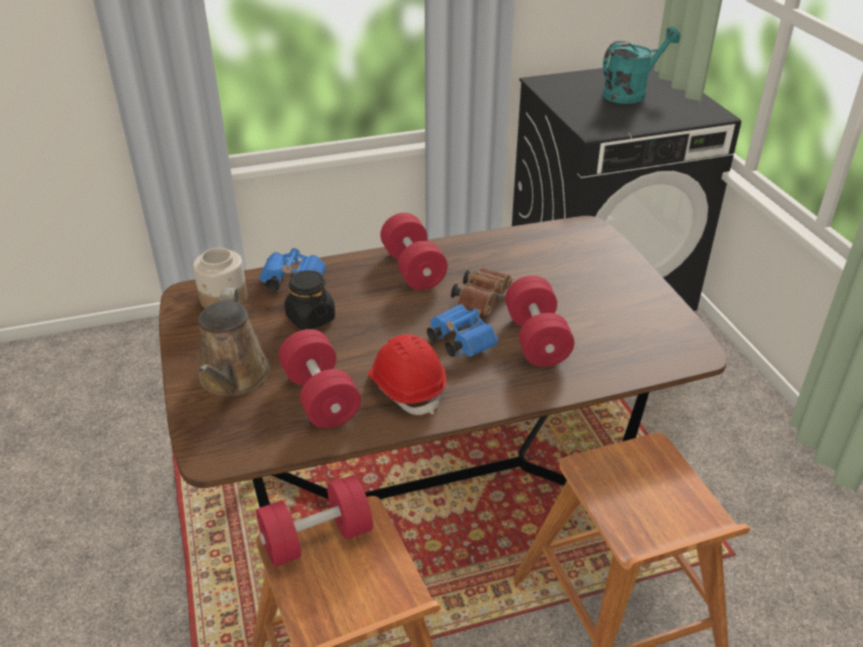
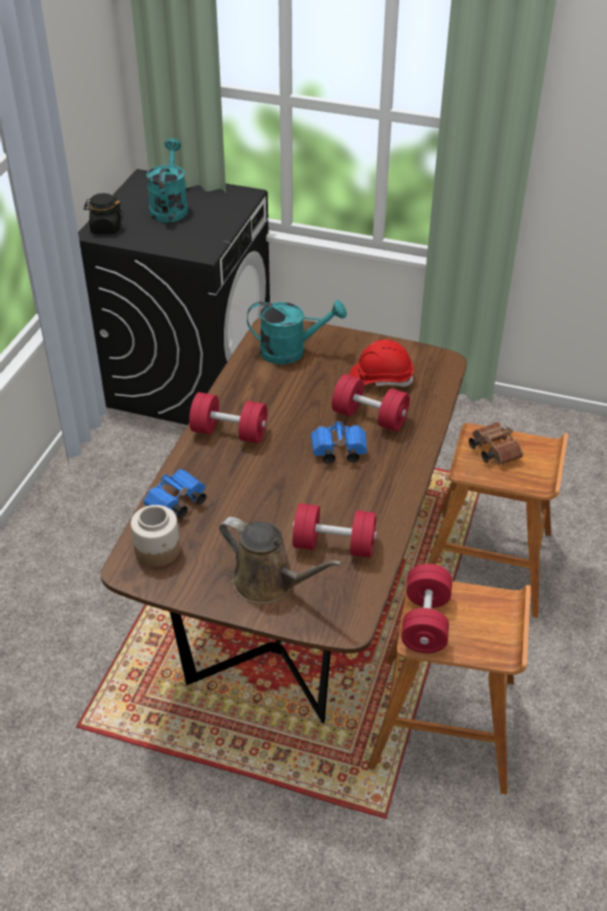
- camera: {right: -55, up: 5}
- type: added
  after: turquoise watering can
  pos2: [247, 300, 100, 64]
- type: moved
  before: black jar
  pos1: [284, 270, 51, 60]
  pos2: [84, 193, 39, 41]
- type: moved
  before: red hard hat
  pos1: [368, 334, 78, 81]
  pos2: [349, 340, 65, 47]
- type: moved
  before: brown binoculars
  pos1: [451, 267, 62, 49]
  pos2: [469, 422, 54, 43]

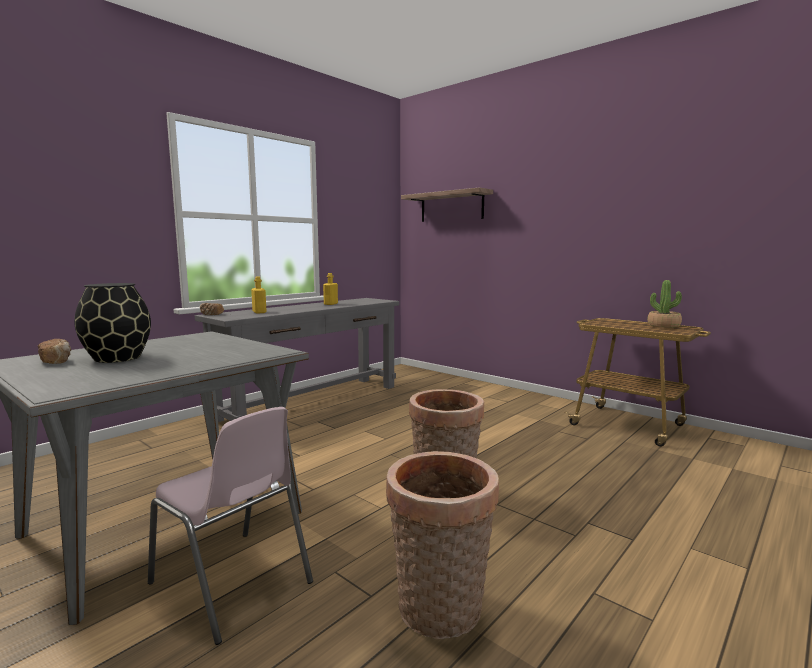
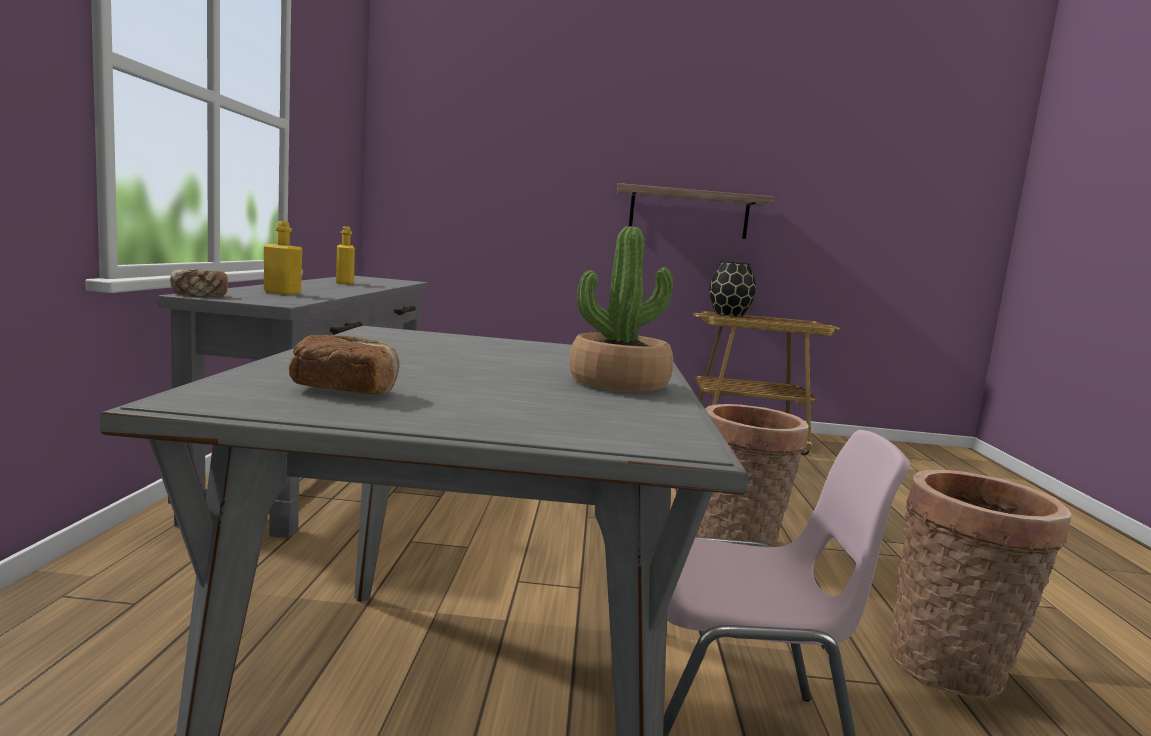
- camera: {right: -40, up: 0}
- type: moved
  before: black vase
  pos1: [74, 283, 77, 80]
  pos2: [709, 261, 47, 55]
- type: moved
  before: shelf
  pos1: [401, 187, 92, 35]
  pos2: [617, 183, 157, 56]
- type: moved
  before: potted plant
  pos1: [647, 280, 35, 48]
  pos2: [569, 226, 104, 167]

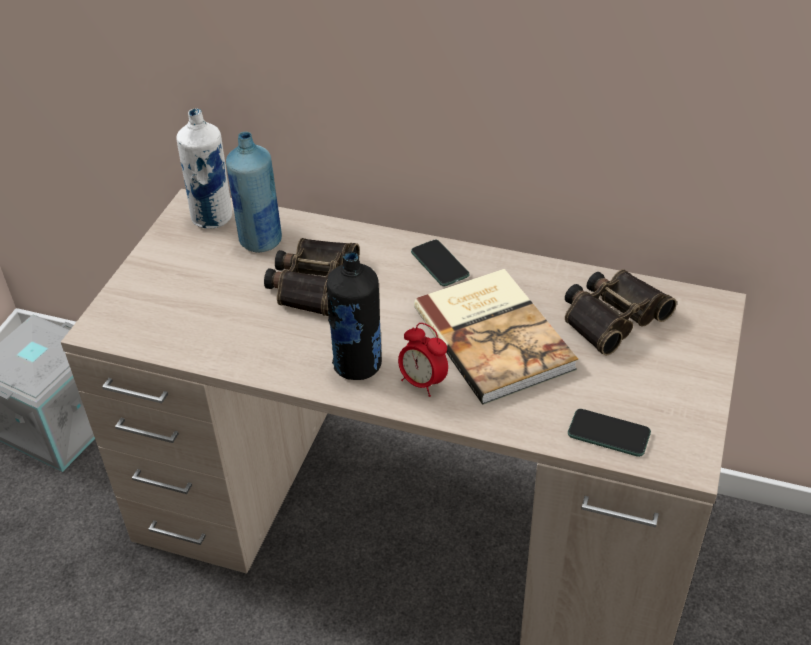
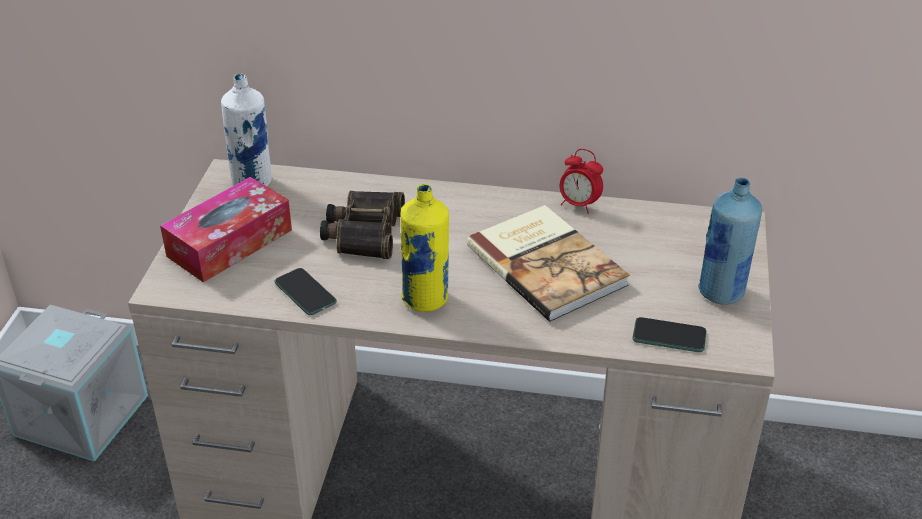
- camera: {right: -10, up: -5}
- type: removed
  before: binoculars
  pos1: [565, 269, 112, 87]
- type: added
  after: tissue box
  pos2: [160, 177, 132, 106]
- type: moved
  before: blue bottle
  pos1: [226, 132, 56, 121]
  pos2: [698, 178, 64, 127]
- type: moved
  before: alarm clock
  pos1: [398, 323, 50, 74]
  pos2: [560, 149, 43, 65]
- type: moved
  before: phone
  pos1: [411, 240, 59, 46]
  pos2: [274, 268, 63, 47]
- type: recoloured
  before: black bottle
  after: yellow bottle
  pos1: [327, 251, 55, 129]
  pos2: [400, 184, 49, 128]

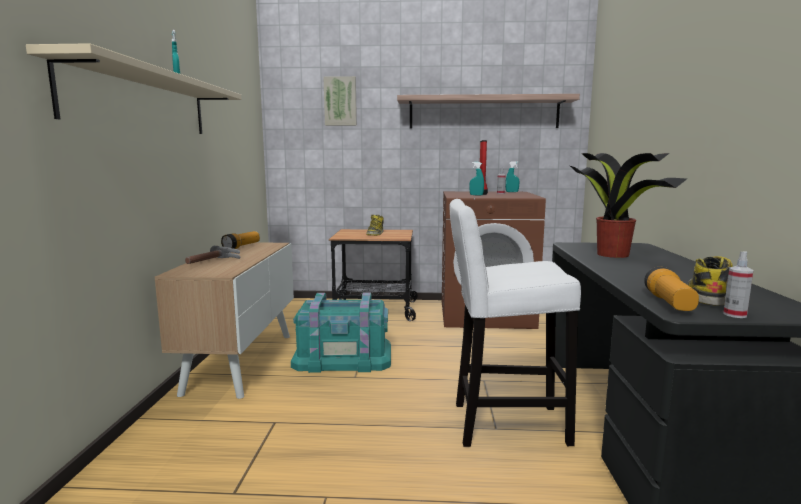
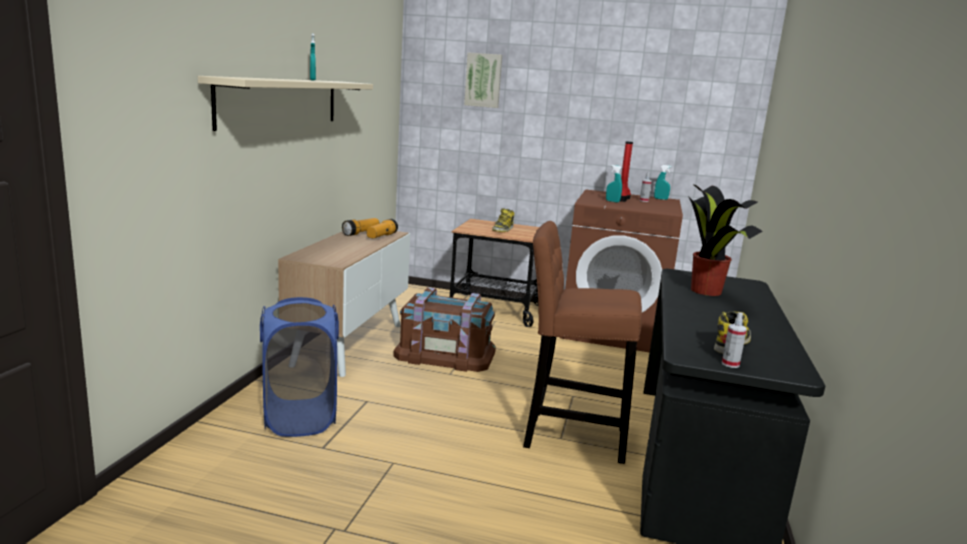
- camera: {right: 10, up: 5}
- type: removed
  before: hammer
  pos1: [185, 246, 55, 18]
- type: removed
  before: shelf
  pos1: [397, 94, 183, 34]
- type: added
  after: blue laundry basket
  pos2: [260, 297, 79, 140]
- type: moved
  before: flashlight
  pos1: [644, 267, 55, 44]
  pos2: [367, 219, 31, 19]
- type: recoloured
  before: turquoise storage box
  after: brown storage box
  pos1: [291, 293, 100, 80]
  pos2: [393, 287, 103, 85]
- type: recoloured
  before: white stool
  after: brown stool
  pos1: [450, 199, 131, 248]
  pos2: [523, 221, 119, 243]

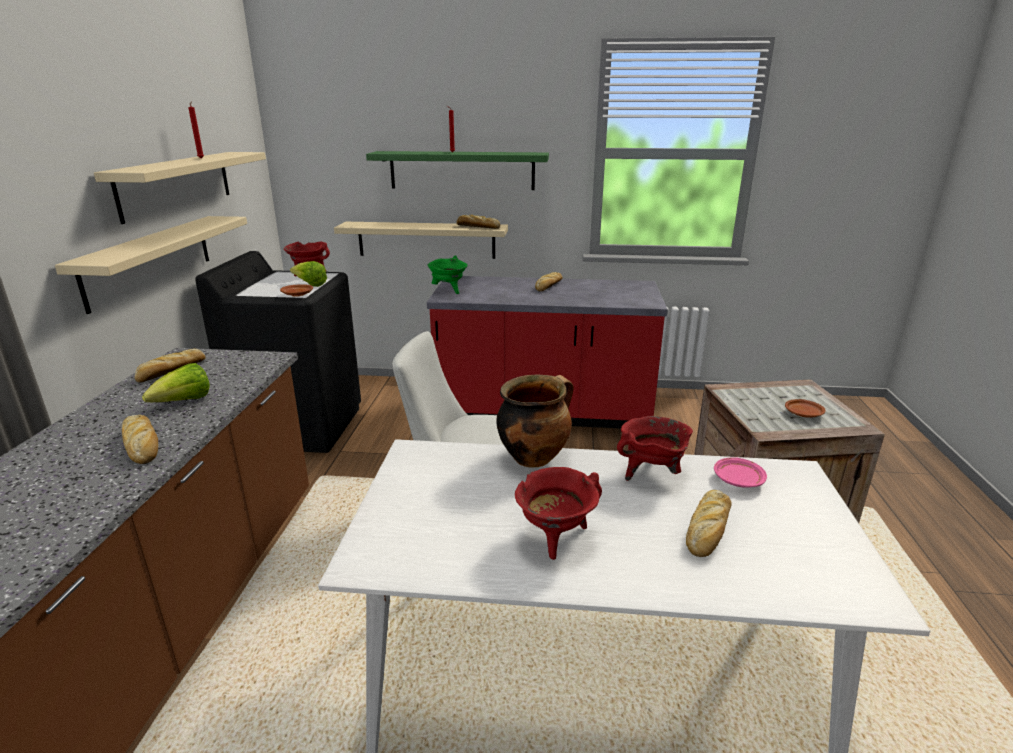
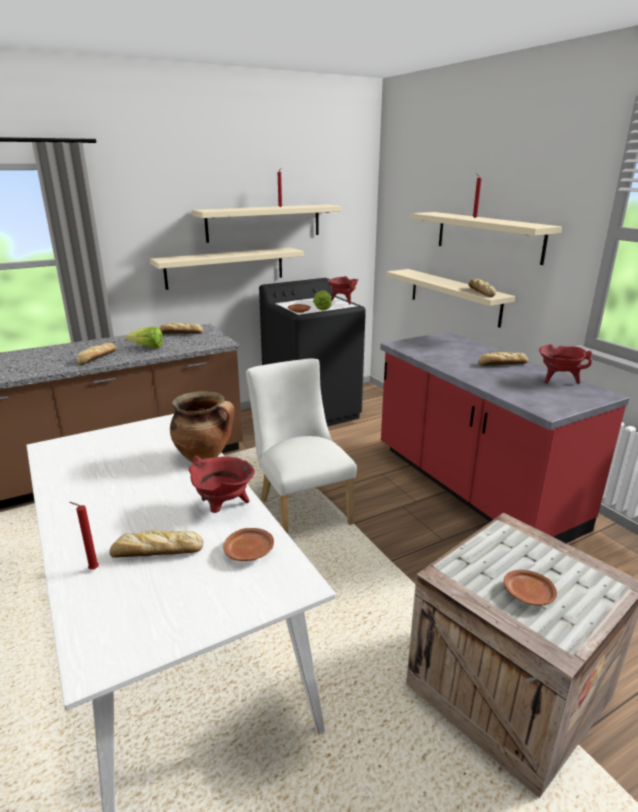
- camera: {right: 55, up: 0}
- type: removed
  before: green cooking pot
  pos1: [428, 255, 40, 39]
- type: added
  after: red candle
  pos2: [69, 502, 30, 68]
- type: moved
  before: red cooking pot
  pos1: [515, 467, 87, 93]
  pos2: [539, 344, 53, 40]
- type: recoloured
  before: green shelf
  after: beige shelf
  pos1: [366, 151, 183, 39]
  pos2: [410, 212, 152, 53]
- type: recoloured
  before: pink plate
  after: brown plate
  pos1: [714, 457, 53, 31]
  pos2: [223, 528, 51, 33]

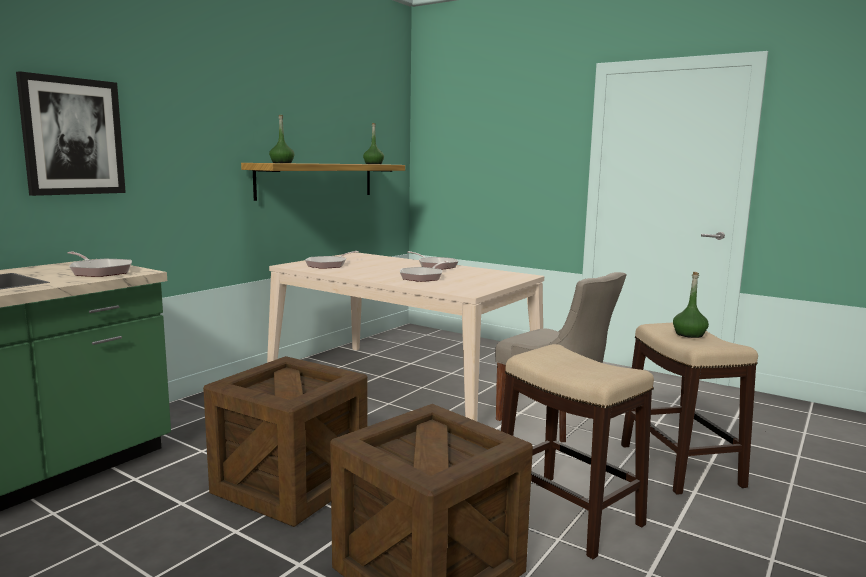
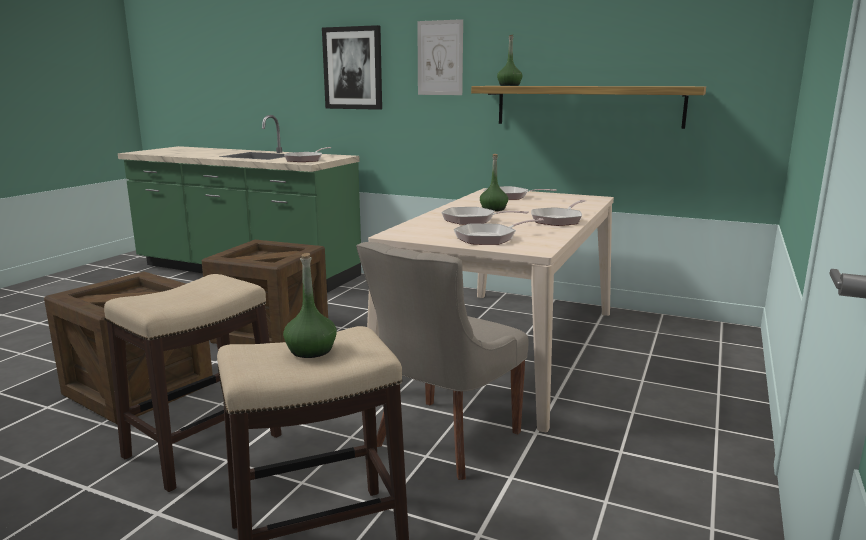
- camera: {right: 80, up: 5}
- type: added
  after: picture
  pos2: [417, 19, 46, 76]
- type: added
  after: frying pan
  pos2: [453, 218, 91, 27]
- type: moved
  before: green bottle
  pos1: [363, 123, 21, 41]
  pos2: [480, 154, 28, 57]

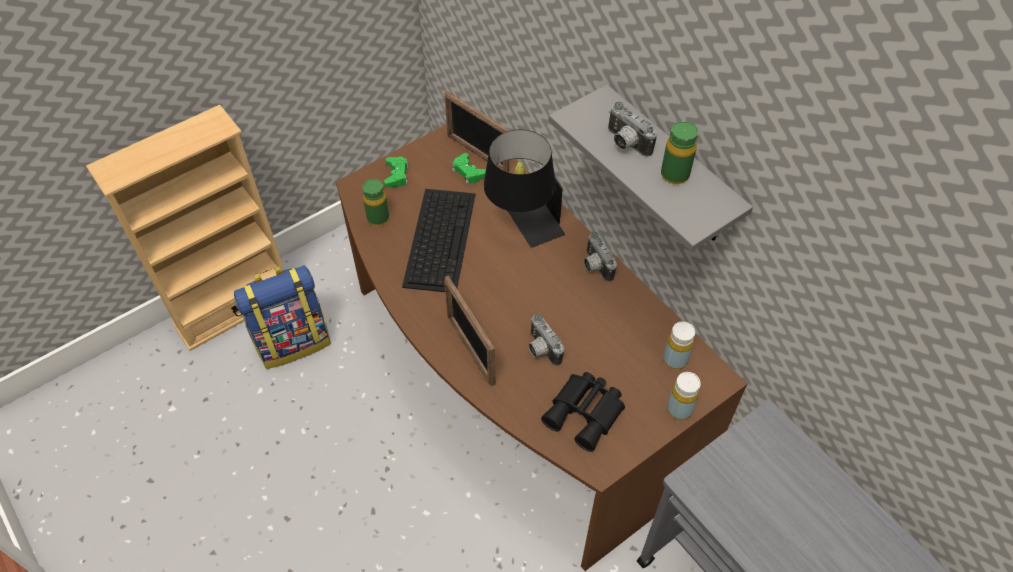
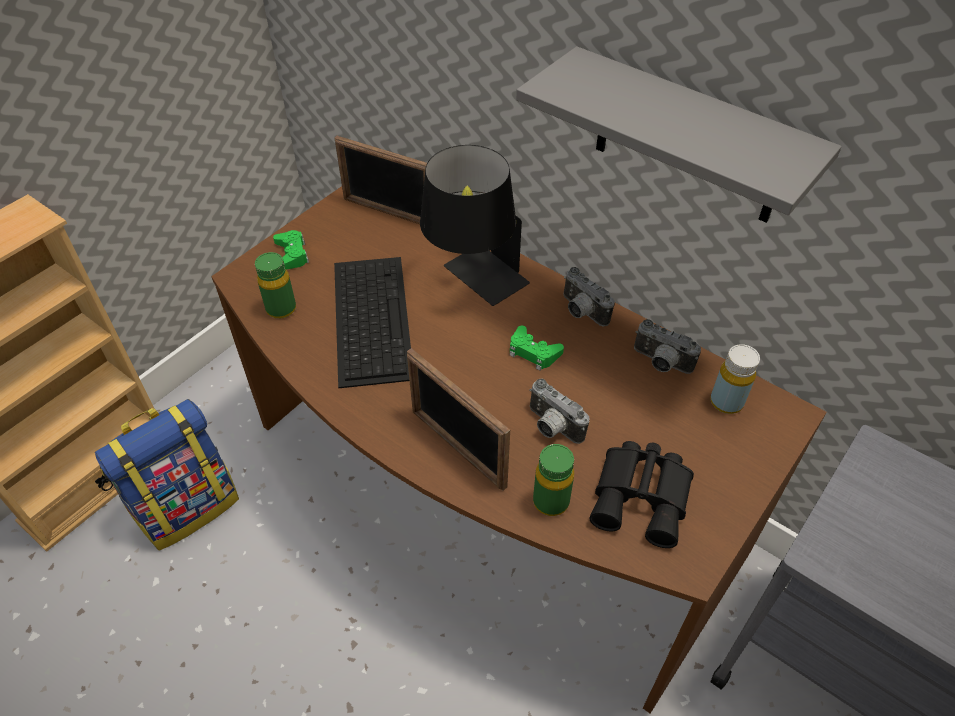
- camera: {right: -15, up: -5}
- type: removed
  before: yellow bottle
  pos1: [667, 372, 34, 48]
- type: moved
  before: green game controller
  pos1: [452, 153, 34, 31]
  pos2: [510, 326, 54, 45]
- type: moved
  before: photo camera
  pos1: [608, 102, 49, 55]
  pos2: [634, 319, 67, 55]
- type: moved
  before: green bottle
  pos1: [661, 121, 37, 63]
  pos2: [533, 444, 41, 72]

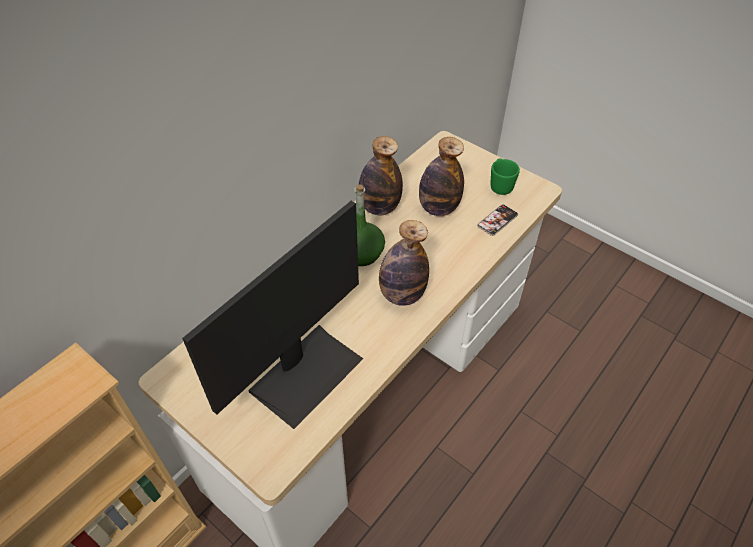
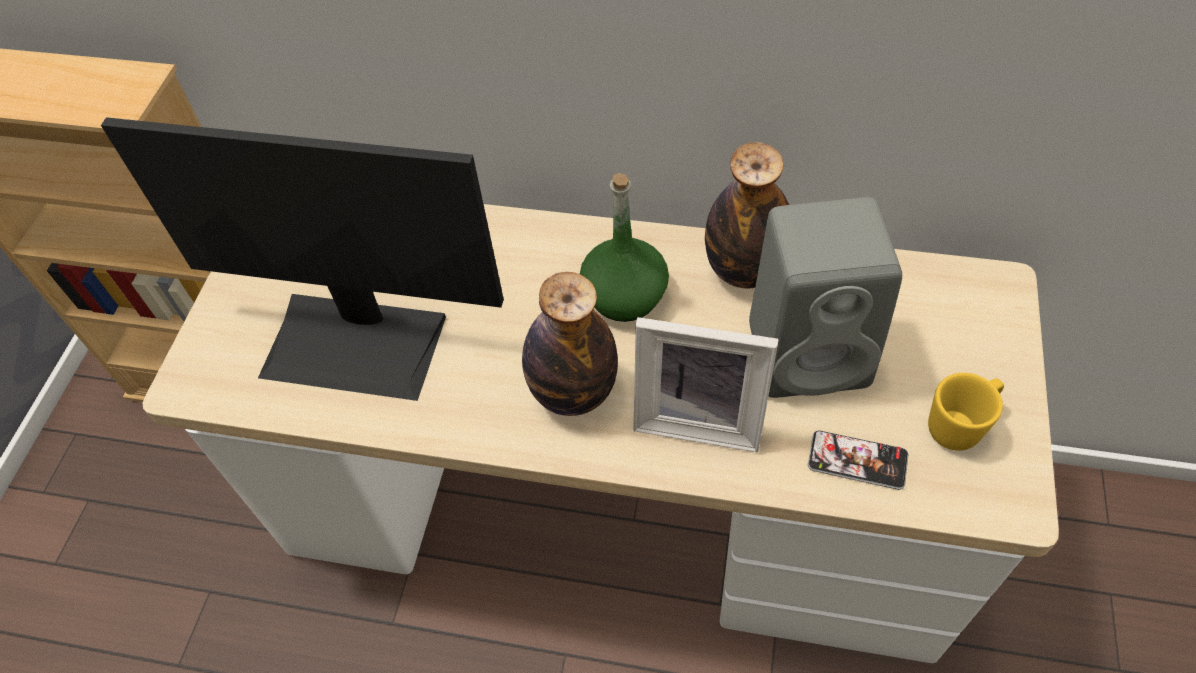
- camera: {right: 65, up: 5}
- type: added
  after: picture frame
  pos2: [633, 317, 145, 135]
- type: replaced
  before: bottle
  after: grey speaker
  pos1: [419, 137, 45, 79]
  pos2: [749, 197, 153, 201]
- type: recoloured
  before: green mug
  after: yellow mug
  pos1: [491, 158, 29, 37]
  pos2: [928, 373, 76, 78]

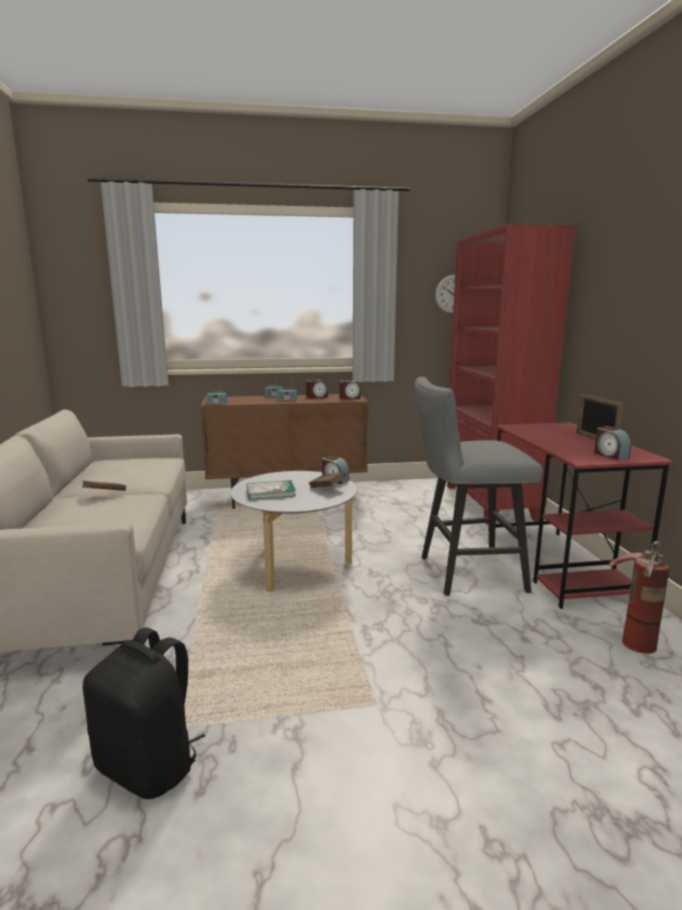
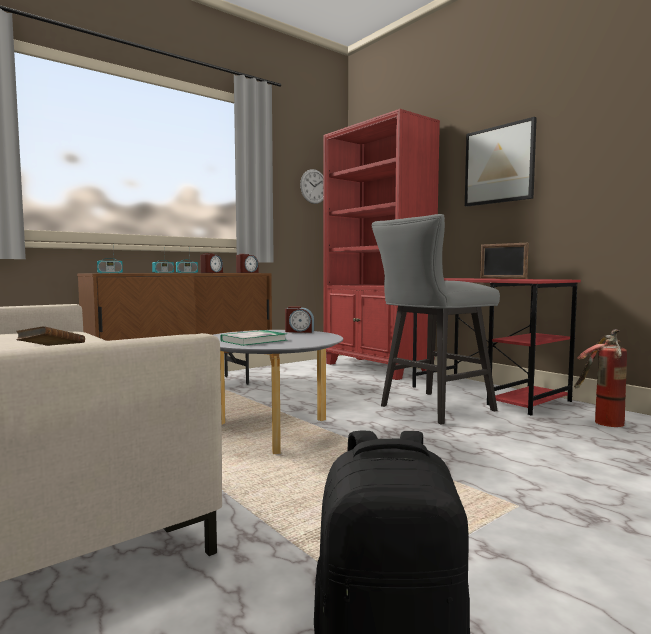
- camera: {right: -30, up: -10}
- type: removed
  before: brown book
  pos1: [309, 472, 37, 16]
- type: removed
  before: alarm clock
  pos1: [594, 426, 37, 34]
- type: added
  after: picture
  pos2: [465, 117, 72, 90]

